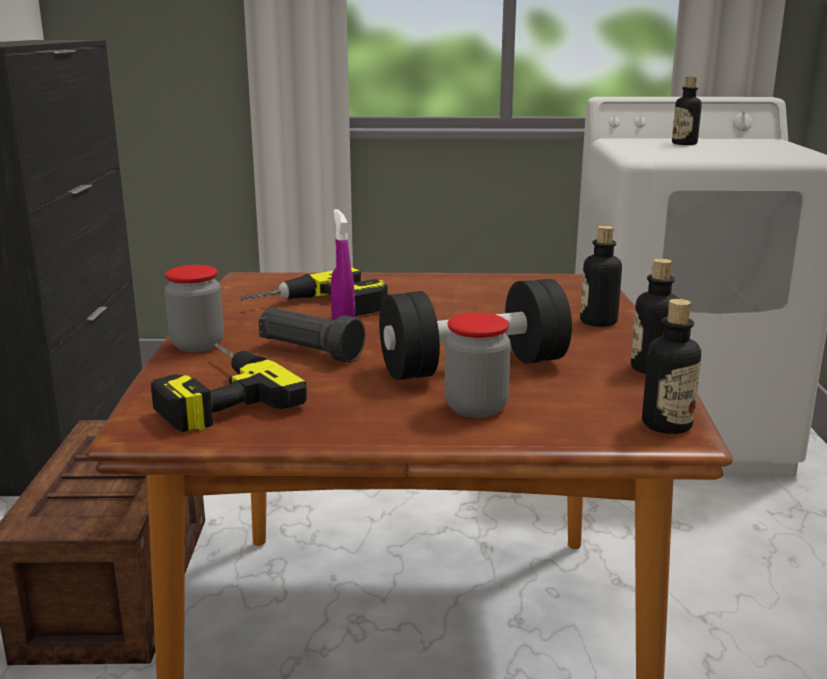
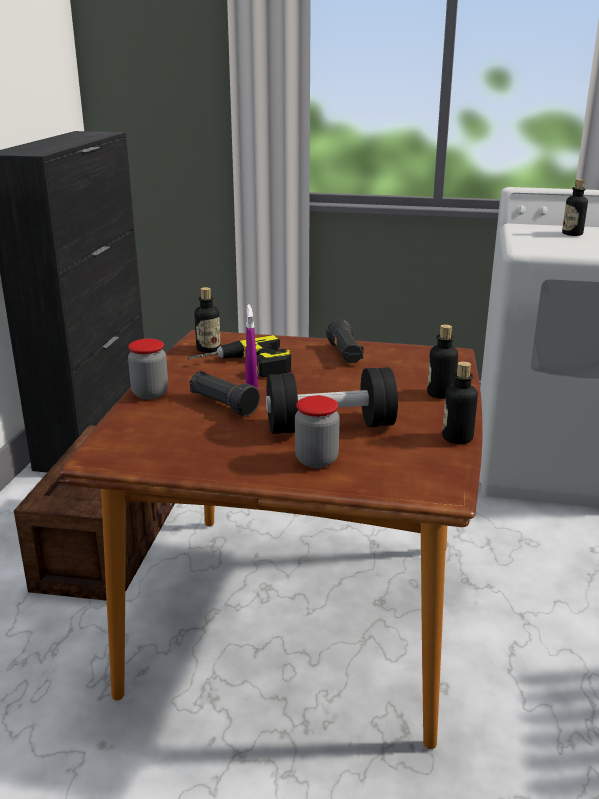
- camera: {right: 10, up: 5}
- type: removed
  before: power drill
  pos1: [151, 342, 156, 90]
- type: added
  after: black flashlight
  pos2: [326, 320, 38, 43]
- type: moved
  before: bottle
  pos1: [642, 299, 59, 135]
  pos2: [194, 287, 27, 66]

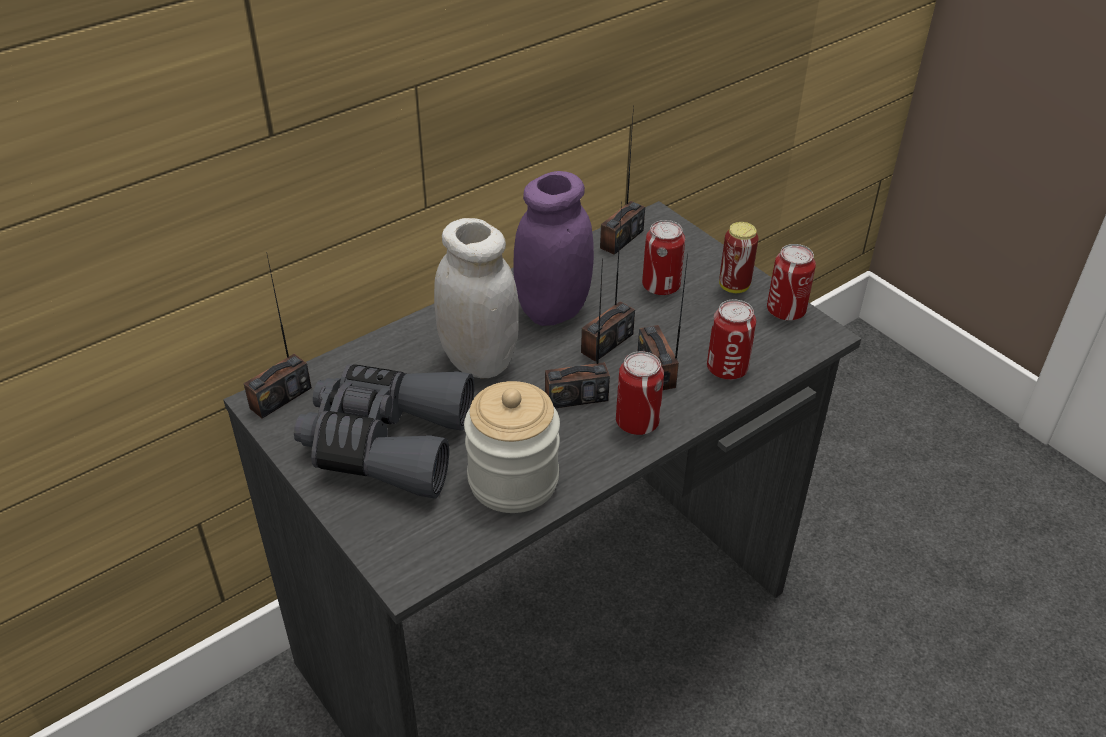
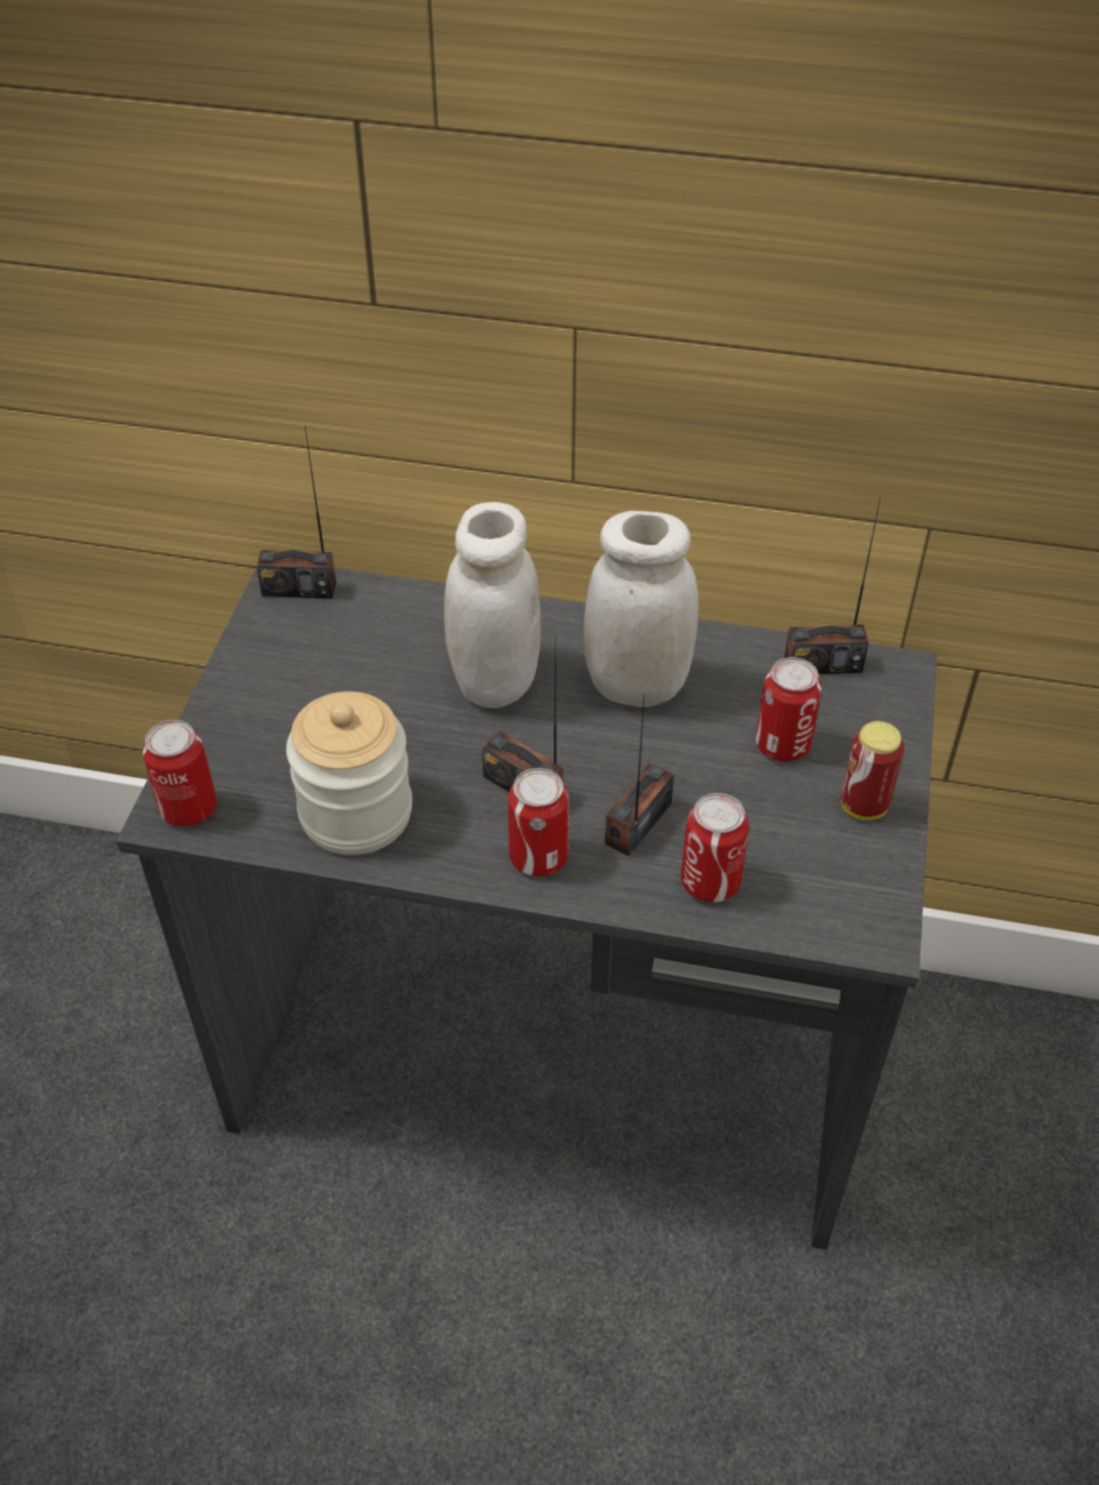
- camera: {right: 50, up: 5}
- type: removed
  before: grey binoculars
  pos1: [294, 364, 180, 135]
- type: removed
  before: radio
  pos1: [581, 204, 54, 158]
- type: moved
  before: can
  pos1: [767, 244, 49, 76]
  pos2: [143, 720, 74, 107]
- type: recoloured
  before: purple jar
  after: white jar
  pos1: [513, 171, 81, 155]
  pos2: [584, 511, 114, 197]

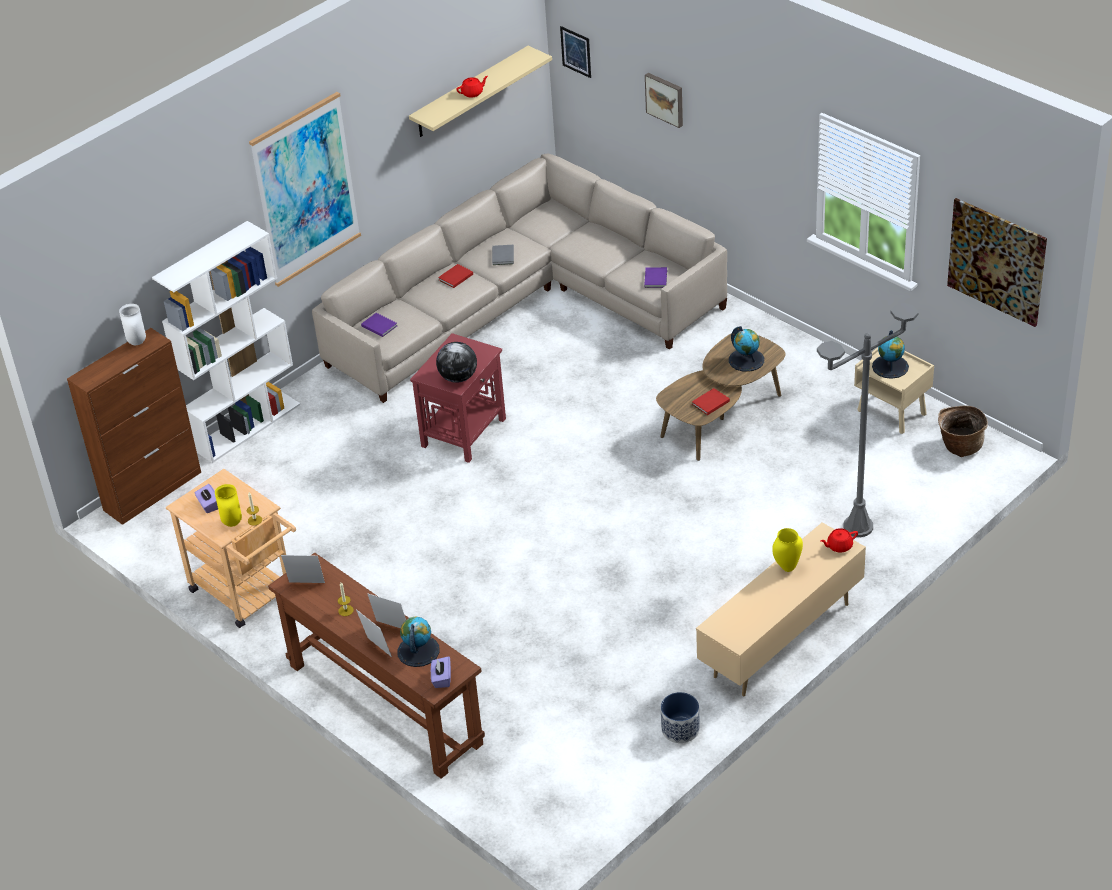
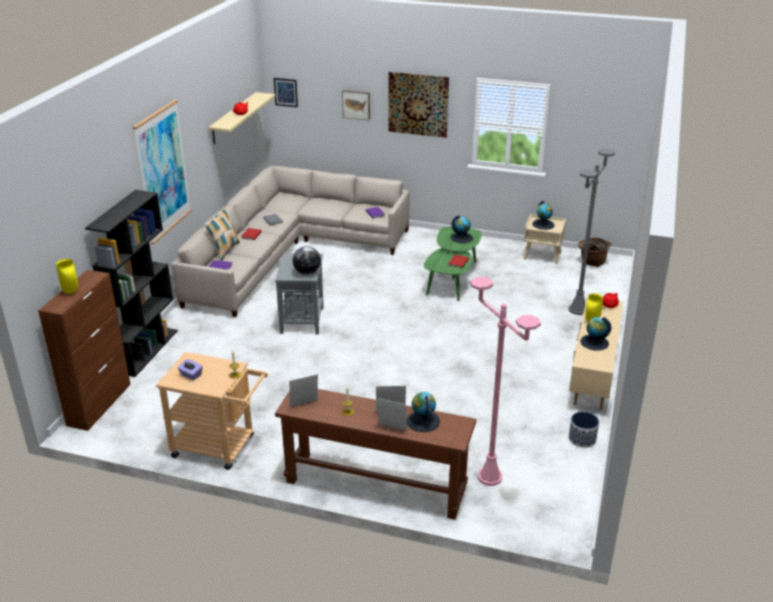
- camera: {right: -30, up: -10}
- type: removed
  before: white vase
  pos1: [119, 304, 27, 41]
- type: removed
  before: purple tissue box
  pos1: [431, 656, 20, 32]
- type: added
  after: pillow
  pos2: [204, 207, 36, 54]
- type: added
  after: pink floor lamp
  pos2: [470, 277, 71, 209]
- type: added
  after: globe
  pos2: [580, 317, 31, 34]
- type: moved
  before: yellow vase
  pos1: [215, 484, 27, 43]
  pos2: [56, 259, 22, 35]
- type: moved
  before: picture
  pos1: [947, 198, 100, 129]
  pos2: [388, 72, 61, 66]
- type: recoloured
  before: white bookcase
  after: black bookcase
  pos1: [152, 221, 148, 242]
  pos2: [85, 190, 93, 187]
- type: recoloured
  before: red side table
  after: grey side table
  pos1: [410, 333, 96, 130]
  pos2: [275, 253, 49, 82]
- type: recoloured
  before: brown coffee table
  after: green coffee table
  pos1: [656, 332, 129, 129]
  pos2: [424, 226, 58, 75]

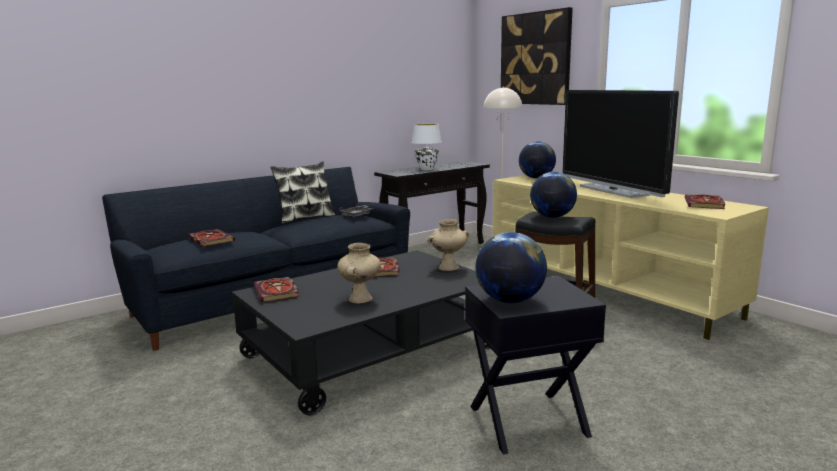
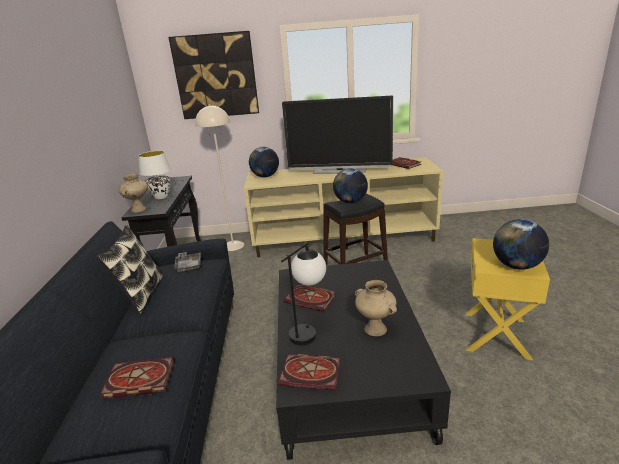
- camera: {right: -55, up: 10}
- type: added
  after: table lamp
  pos2: [281, 242, 45, 103]
- type: moved
  before: beige vase
  pos1: [427, 219, 42, 52]
  pos2: [119, 174, 29, 39]
- type: recoloured
  before: black side table
  after: yellow side table
  pos1: [465, 276, 141, 179]
  pos2: [465, 238, 85, 122]

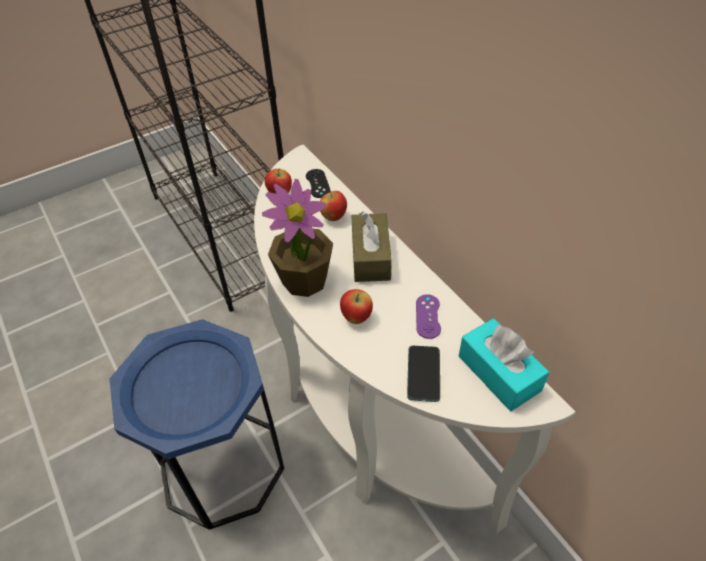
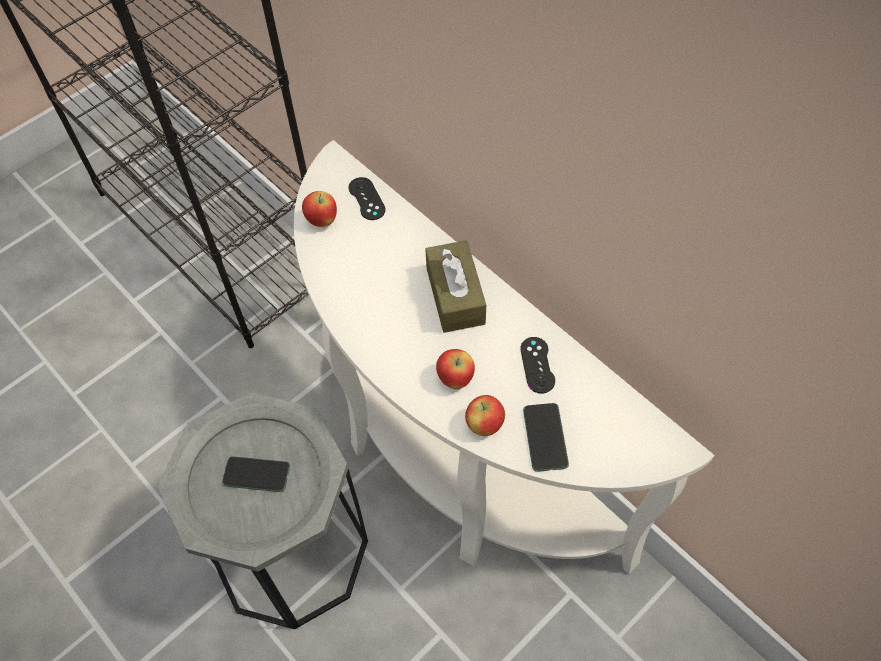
- camera: {right: -10, up: 10}
- type: removed
  before: potted plant
  pos1: [262, 179, 71, 118]
- type: removed
  before: turquoise tissue box
  pos1: [459, 318, 90, 94]
- type: added
  after: phone
  pos2: [222, 456, 68, 36]
- type: moved
  before: apple
  pos1: [320, 190, 27, 31]
  pos2: [465, 395, 40, 41]
- type: recoloured
  before: blue side table
  after: grey side table
  pos1: [110, 319, 174, 211]
  pos2: [158, 392, 210, 237]
- type: recoloured
  before: purple game controller
  after: black game controller
  pos1: [416, 294, 25, 45]
  pos2: [520, 337, 35, 57]

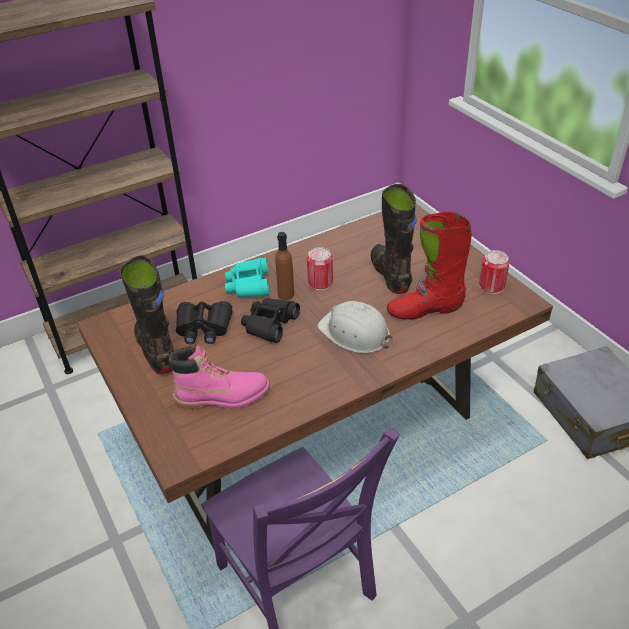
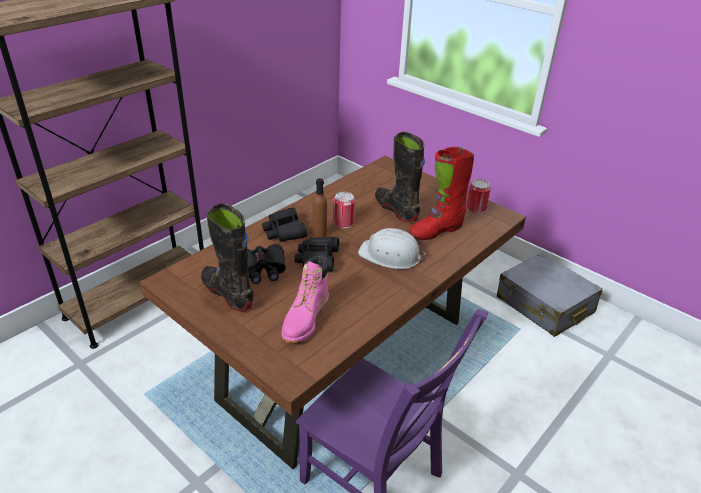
- camera: {right: -20, up: -5}
- type: recoloured
  before: turquoise binoculars
  after: black binoculars
  pos1: [225, 258, 45, 39]
  pos2: [262, 207, 45, 35]
- type: turned
  before: pink boot
  pos1: [169, 344, 101, 66]
  pos2: [282, 256, 47, 87]
  turn: 135

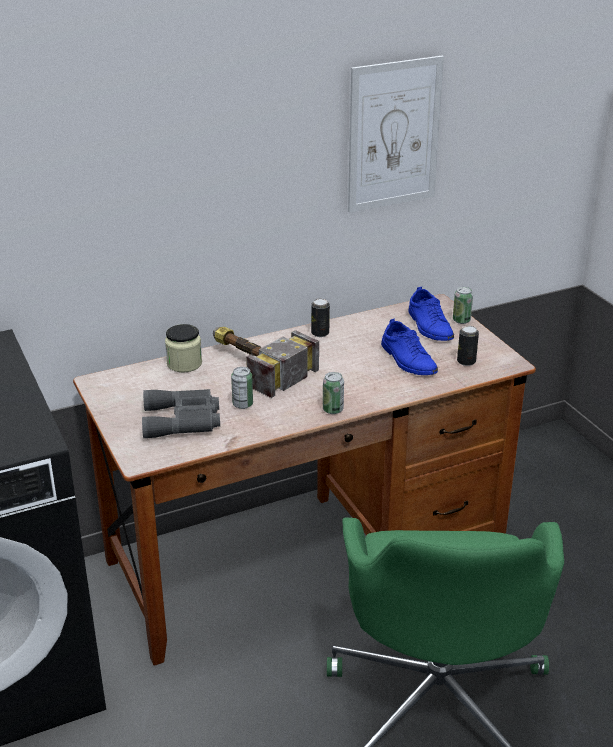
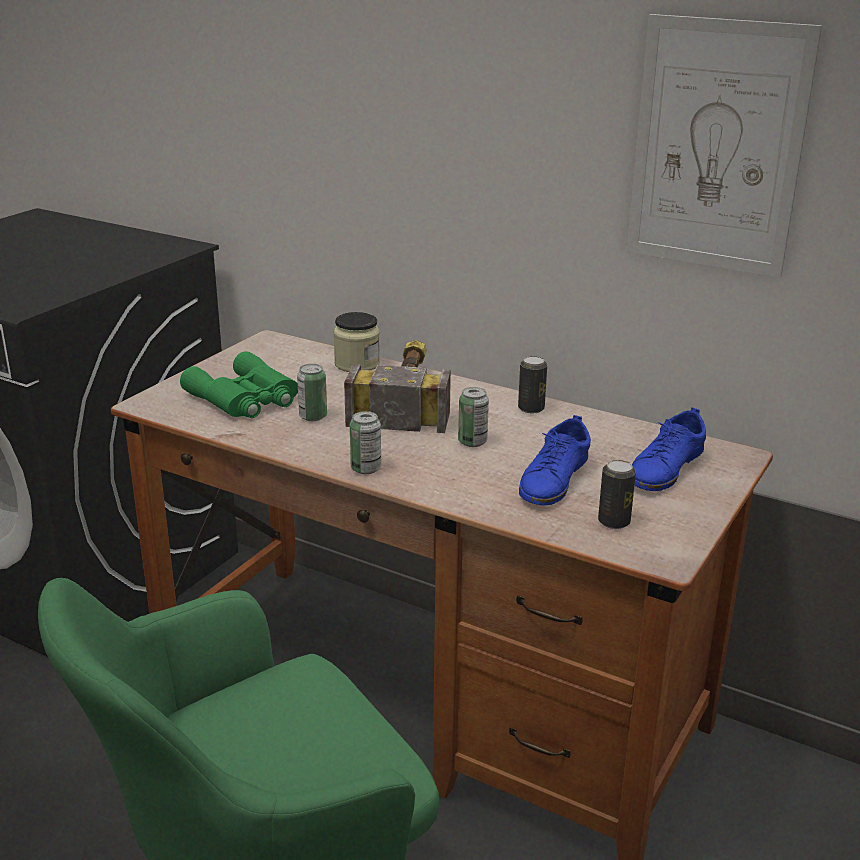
- camera: {right: 55, up: -5}
- type: moved
  before: can
  pos1: [453, 287, 20, 37]
  pos2: [458, 387, 31, 60]
- type: recoloured
  before: grey binoculars
  after: green binoculars
  pos1: [142, 389, 78, 49]
  pos2: [180, 351, 118, 67]

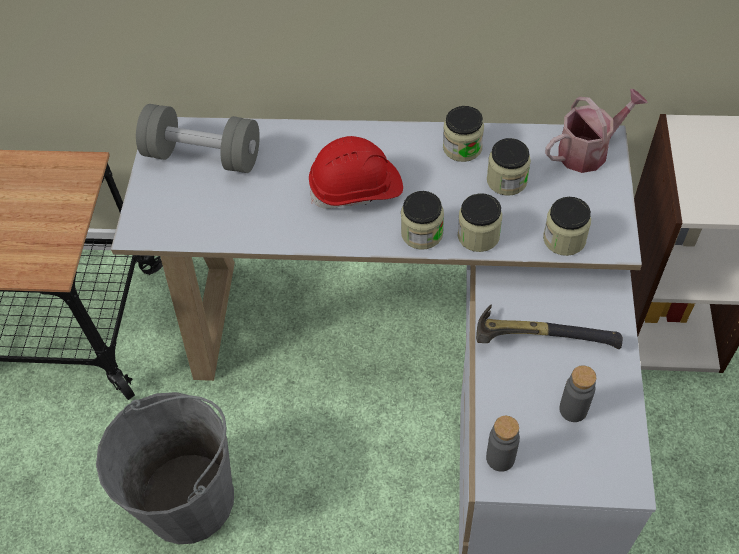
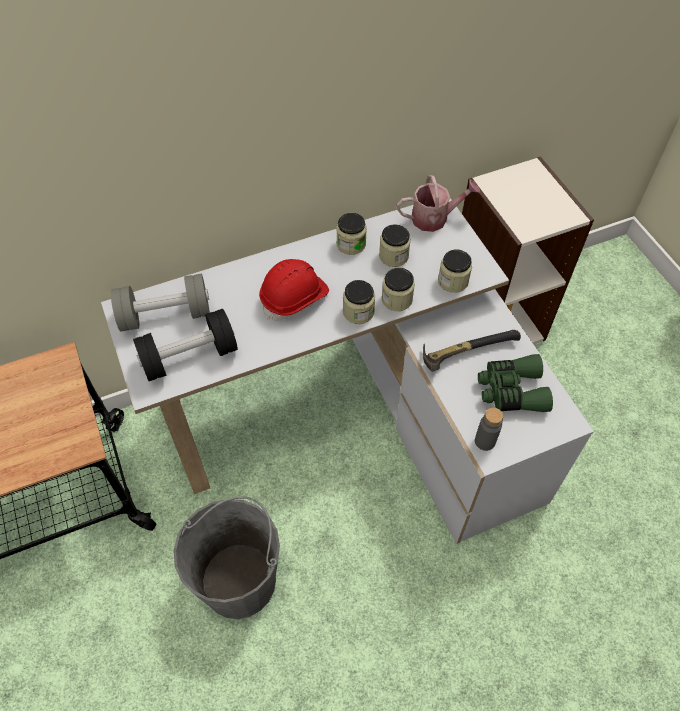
- camera: {right: -30, up: 0}
- type: added
  after: black dumbbell
  pos2: [133, 309, 105, 72]
- type: replaced
  before: grey bottle
  after: green binoculars
  pos1: [559, 365, 37, 57]
  pos2: [478, 354, 75, 58]
- type: turned
  before: watering can
  pos1: [545, 89, 103, 84]
  pos2: [397, 175, 83, 57]
  turn: 45

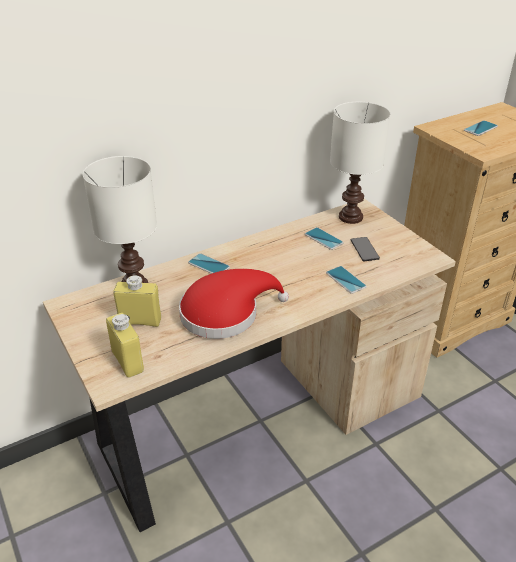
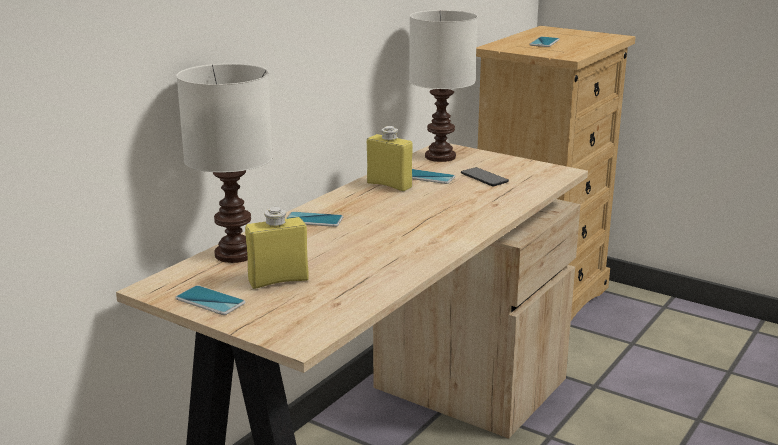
- camera: {right: -25, up: -15}
- type: removed
  before: red hat
  pos1: [179, 269, 110, 70]
- type: moved
  before: yellow bottle
  pos1: [106, 313, 38, 65]
  pos2: [367, 126, 46, 65]
- type: moved
  before: phone
  pos1: [326, 266, 41, 28]
  pos2: [175, 285, 70, 30]

